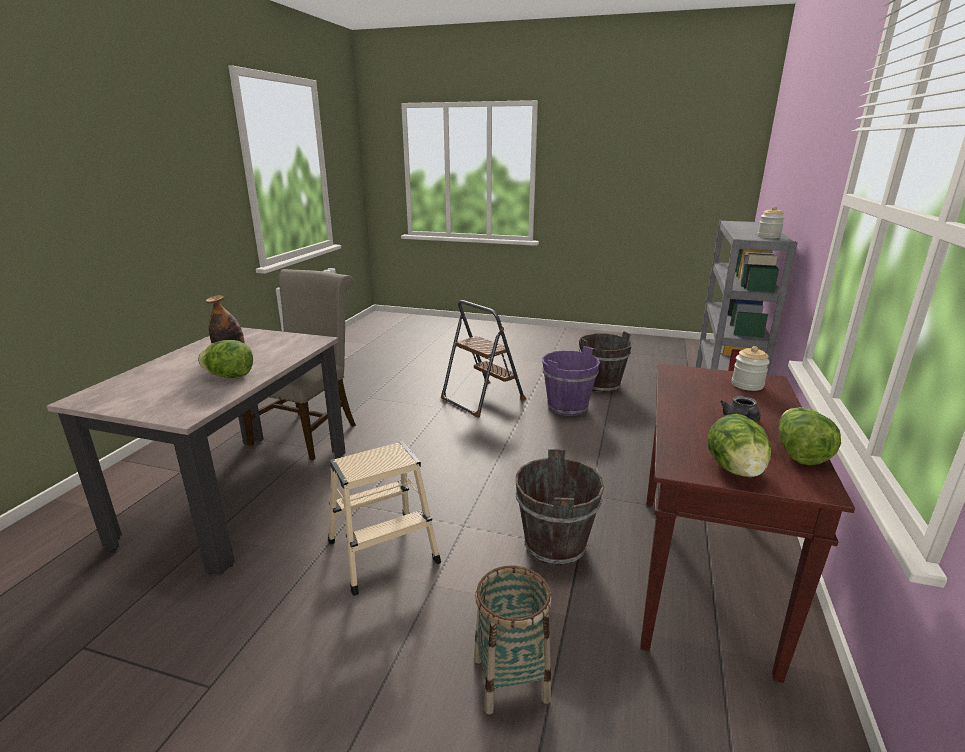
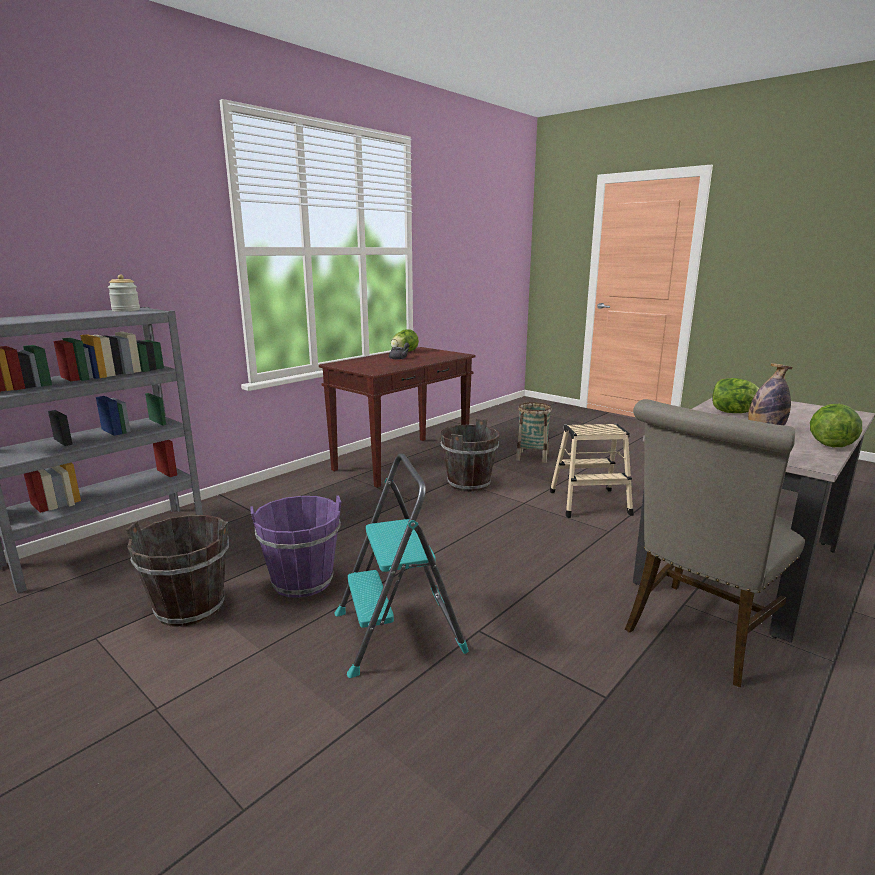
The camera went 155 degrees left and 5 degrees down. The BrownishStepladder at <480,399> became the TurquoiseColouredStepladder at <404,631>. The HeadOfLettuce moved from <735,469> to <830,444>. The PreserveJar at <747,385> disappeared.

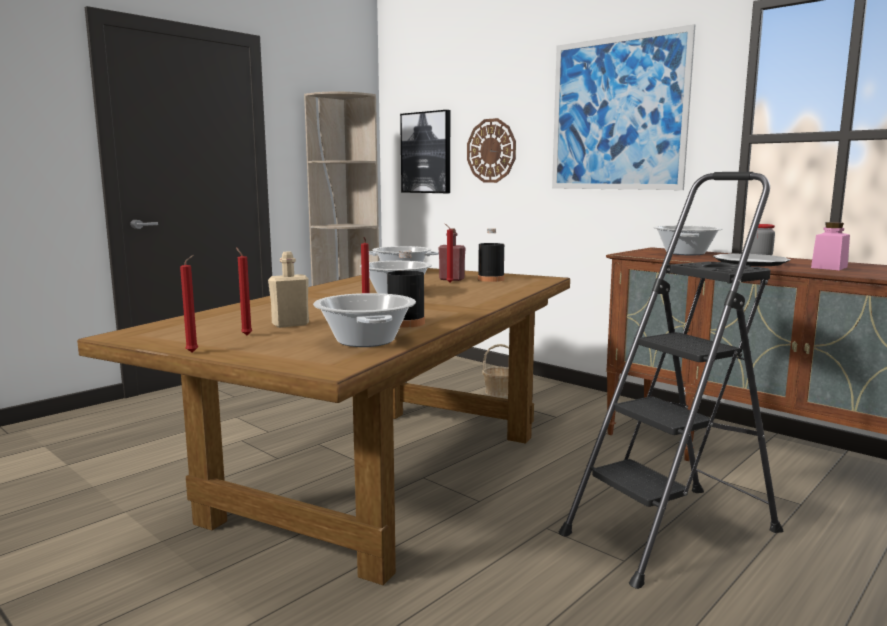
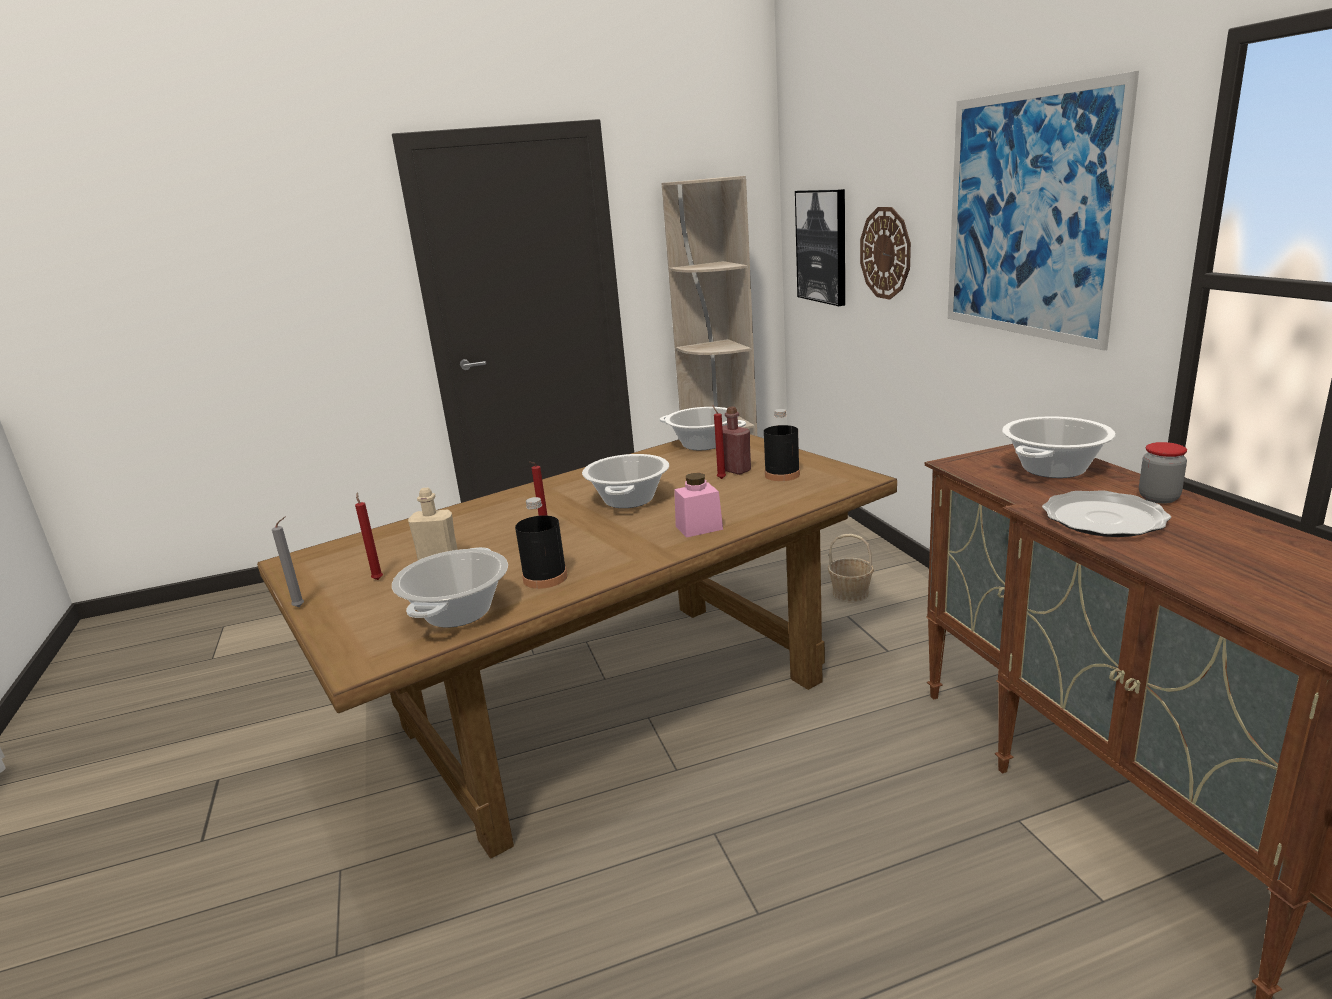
The camera went 30 degrees right and 10 degrees up. The RedColouredCandle at <194,352> became the GrayCandle at <301,606>. The PinkishPreserveJar moved from <829,267> to <699,528>. The Stepladder at <673,530> disappeared.

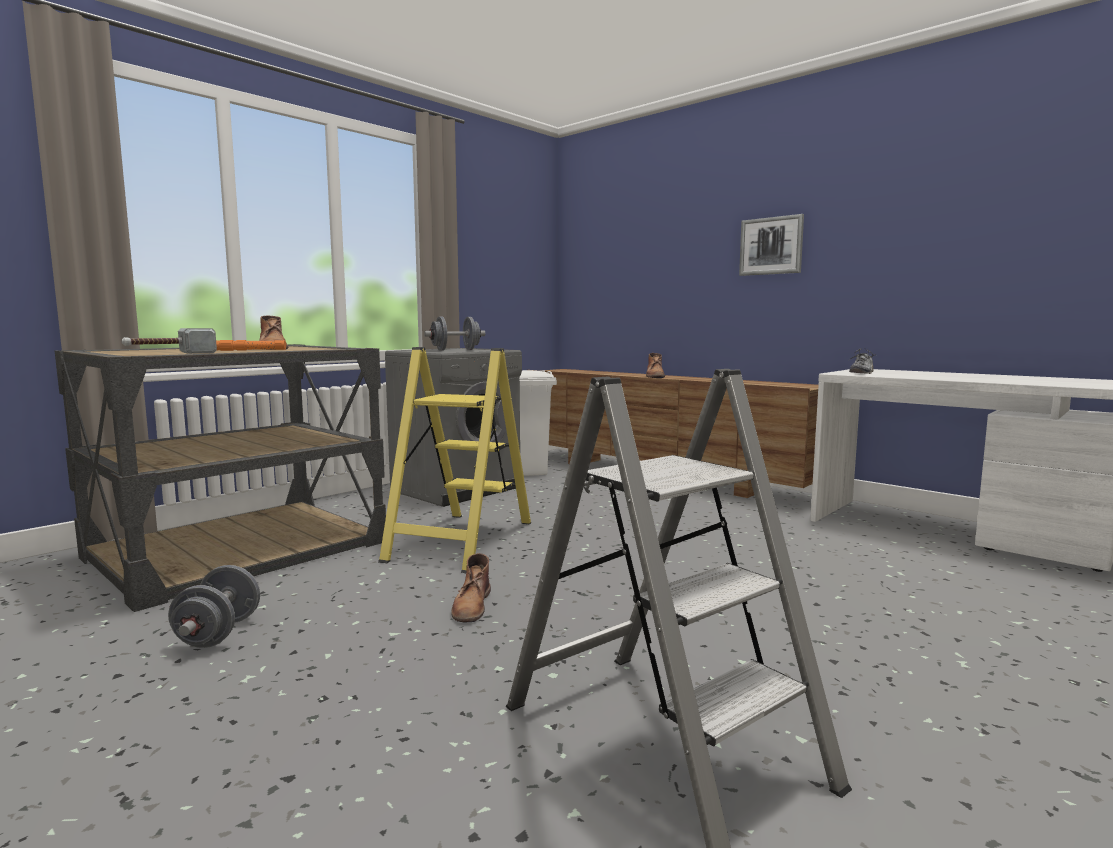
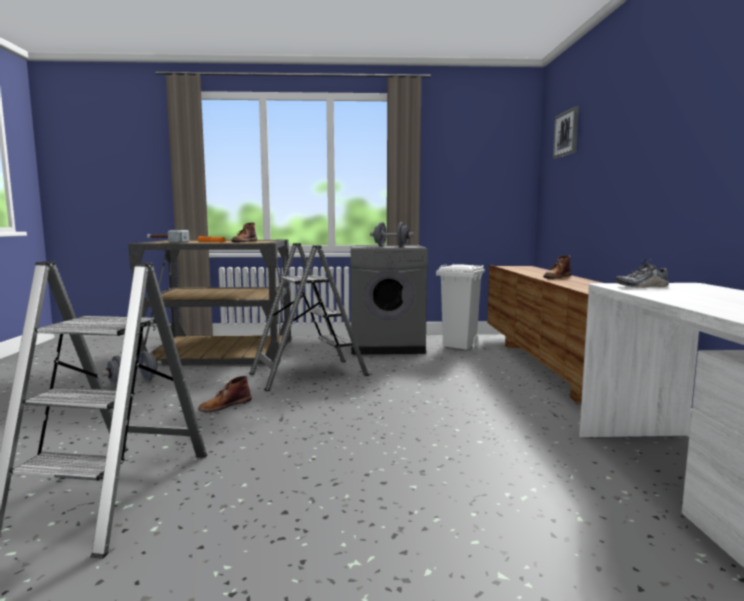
The camera went 45 degrees right and 0 degrees up. The YellowStepladder at <460,541> became the GrayStepladder at <307,374>. The Picture moved from <771,246> to <566,133>.

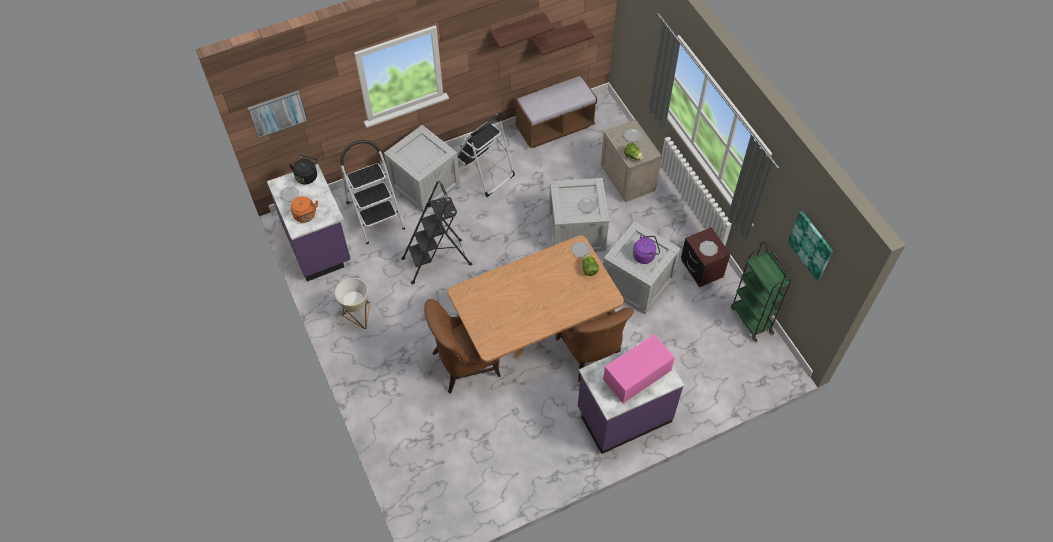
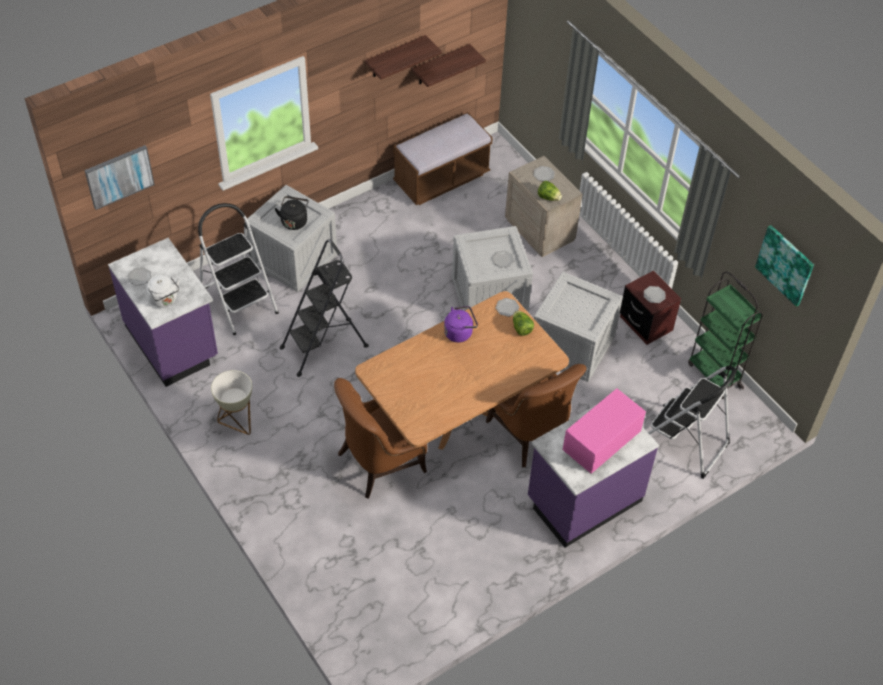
The camera went 10 degrees left and 5 degrees down. The OrangeyTeaKettle at <305,216> became the WhiteTeaKettle at <164,300>. The BlackColouredTeaKettle moved from <307,176> to <294,221>. The PurpleTeaKettle moved from <645,255> to <460,332>. The Stepladder moved from <482,172> to <685,443>.

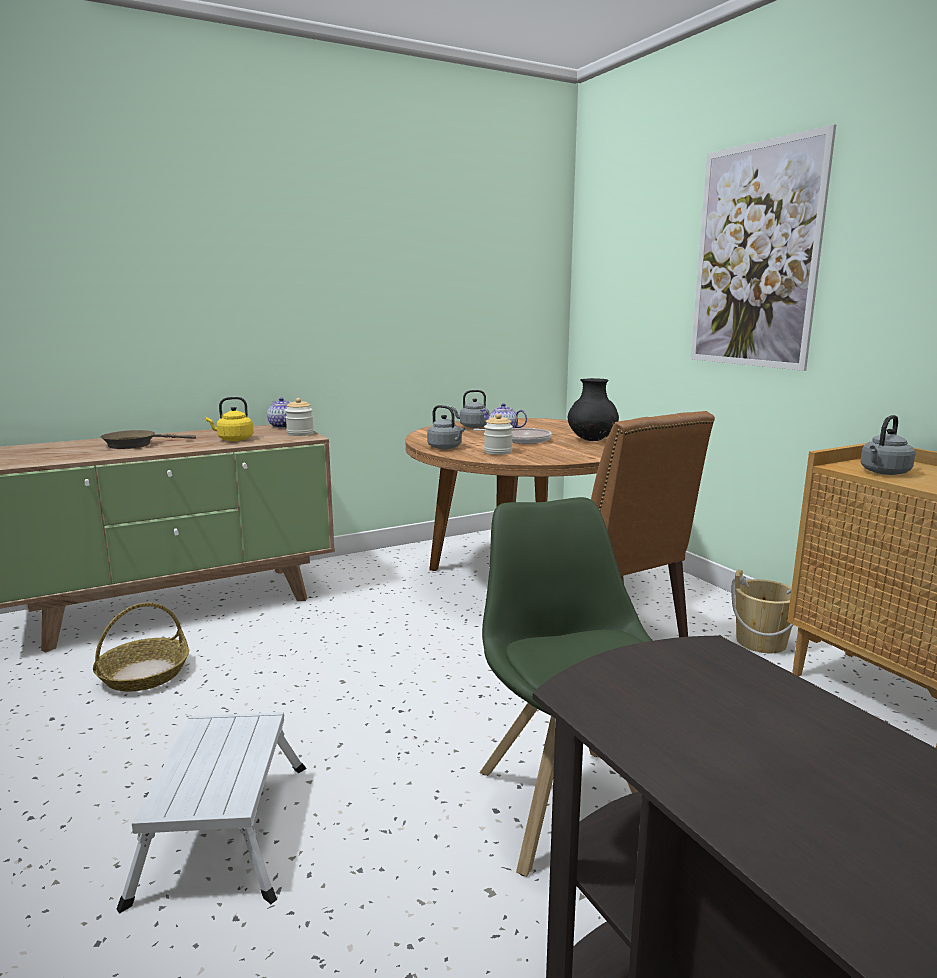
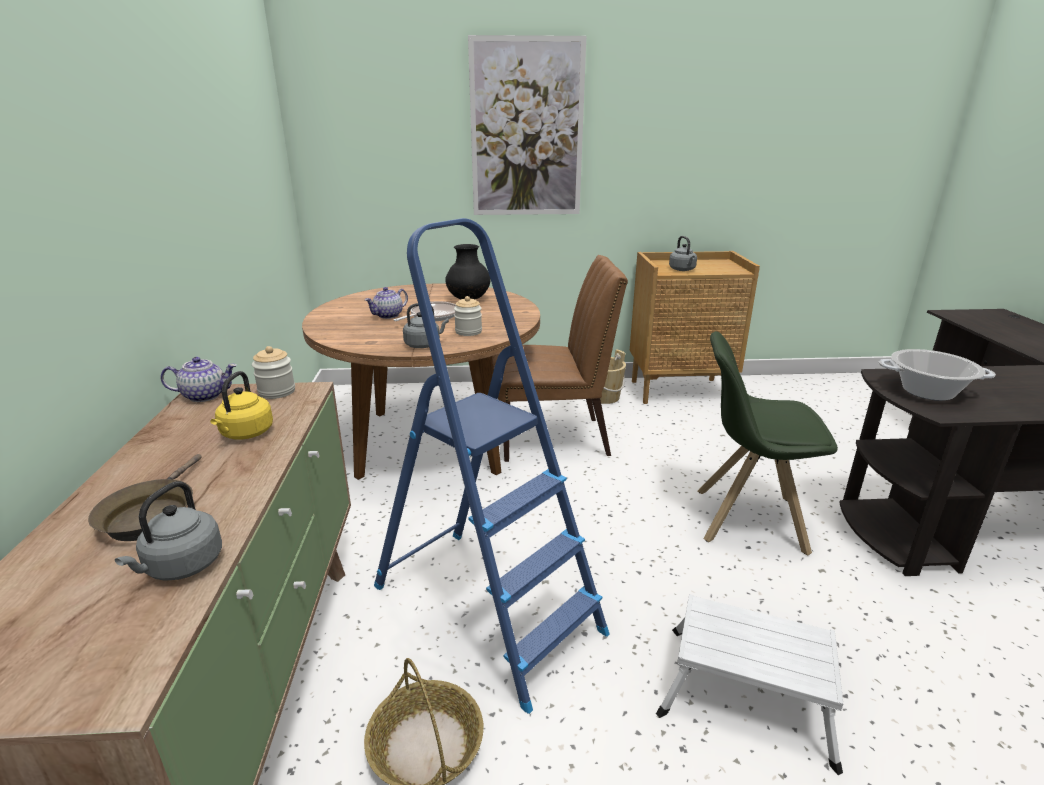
The camera went 65 degrees left and 10 degrees up. The GrayTeaKettle moved from <472,426> to <182,566>. The BlueStepladder at <487,609> appeared. The Stockpot at <928,392> appeared.

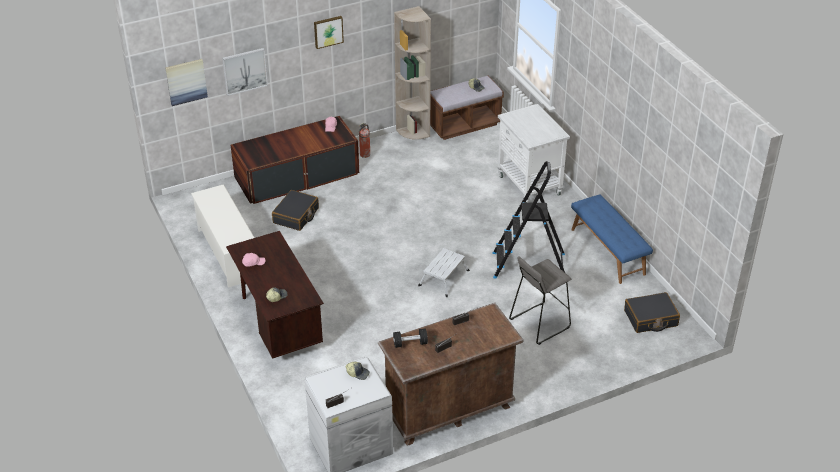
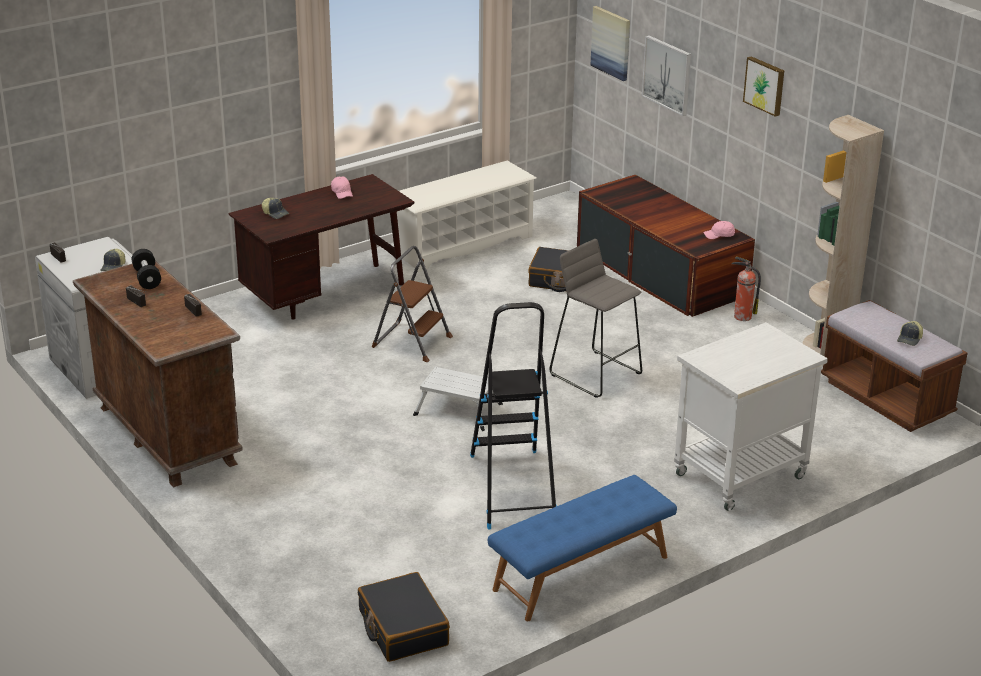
The camera went 80 degrees right and 10 degrees down. The BrownishStepladder at <409,341> appeared. The GrayStool moved from <539,323> to <596,374>.

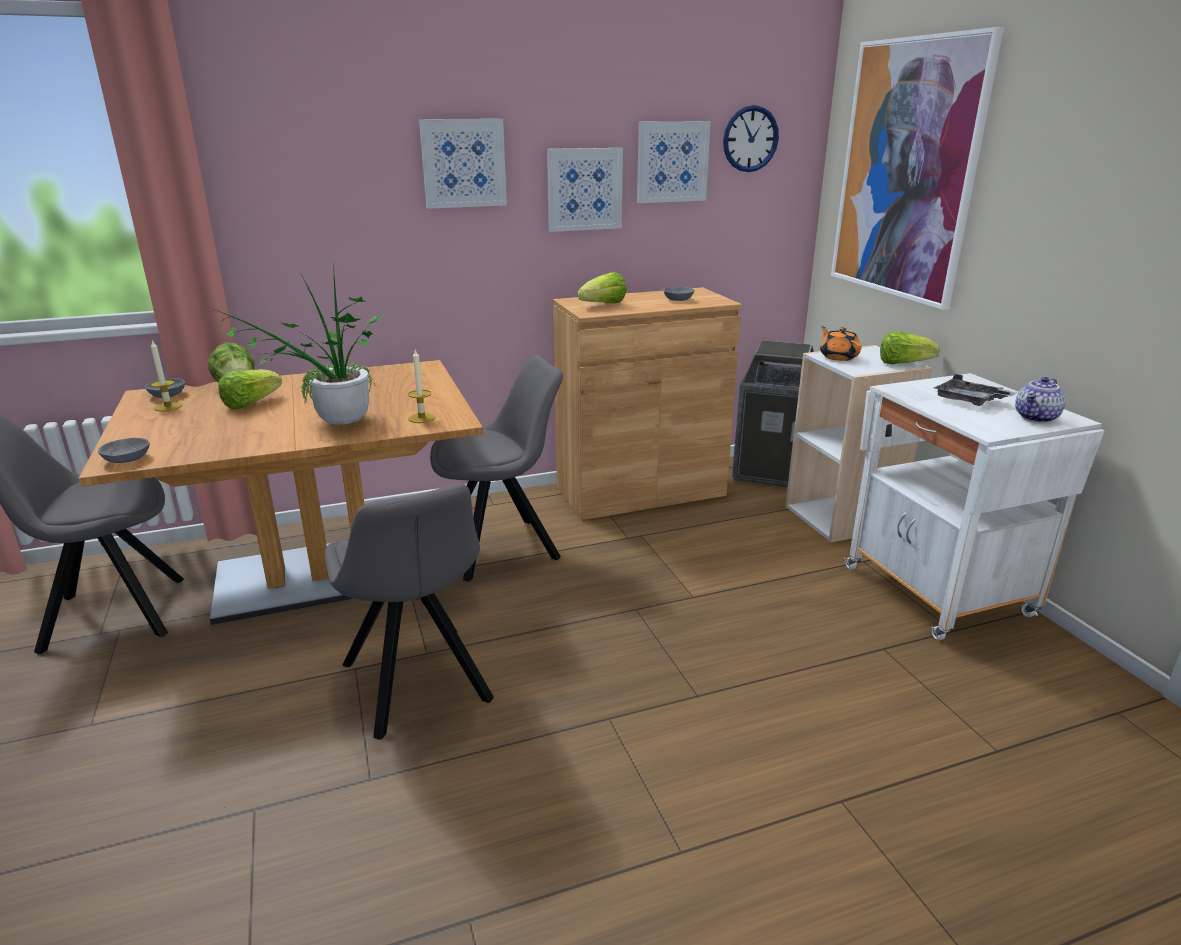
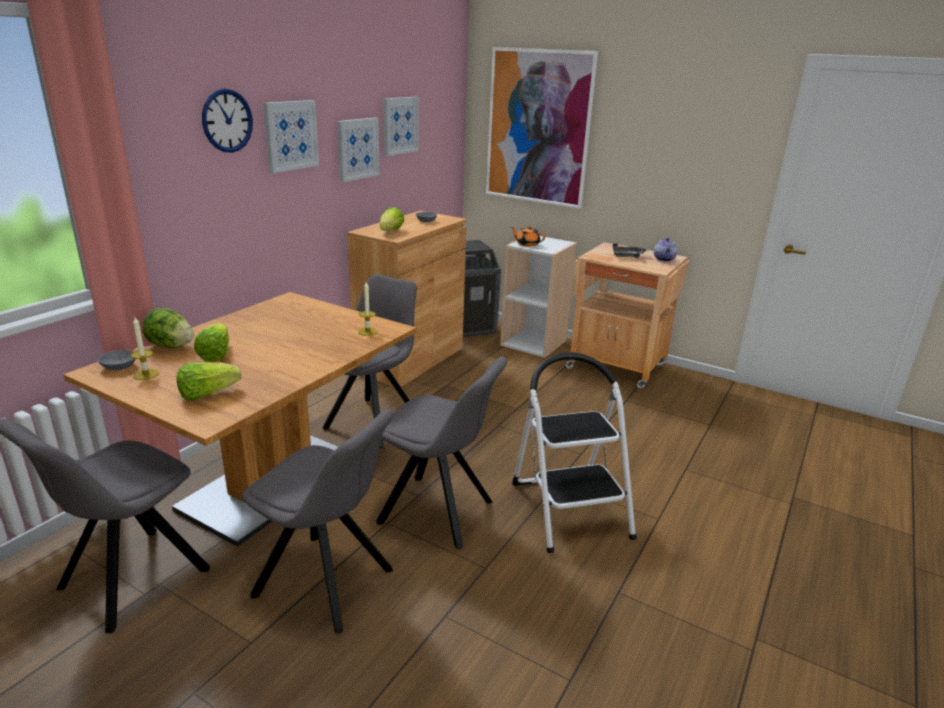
The camera went 40 degrees left and 0 degrees up. The HeadOfLettuce moved from <903,363> to <207,394>. The HangingClock moved from <750,139> to <227,121>. The GrayChair at <325,582> appeared. The Stepladder at <569,507> appeared. The WhiteWheeledCart at <938,594> became the BrownishWheeledCart at <618,367>. The GrayServingBowl at <127,459> disappeared. The Houseplant at <333,424> disappeared.

